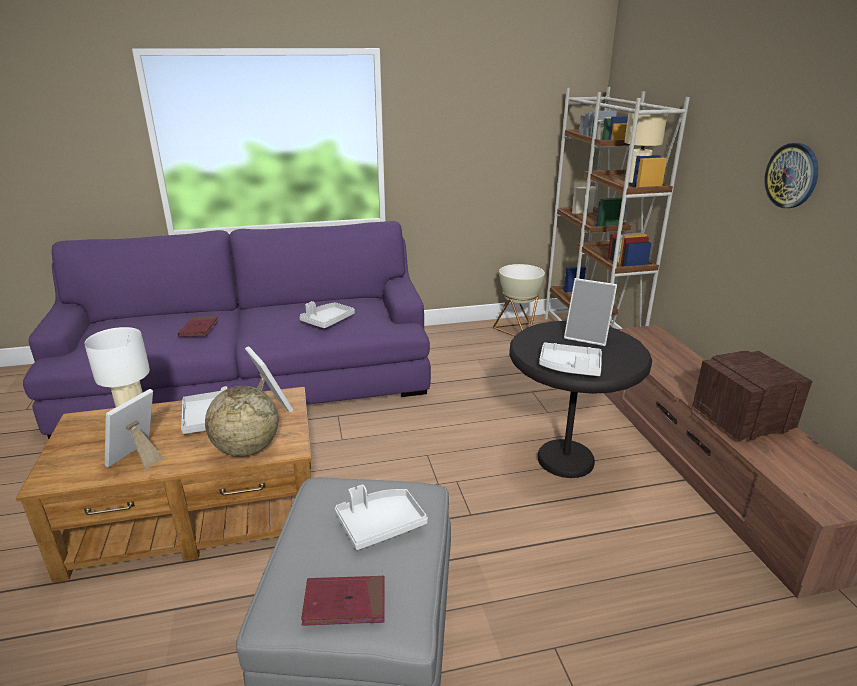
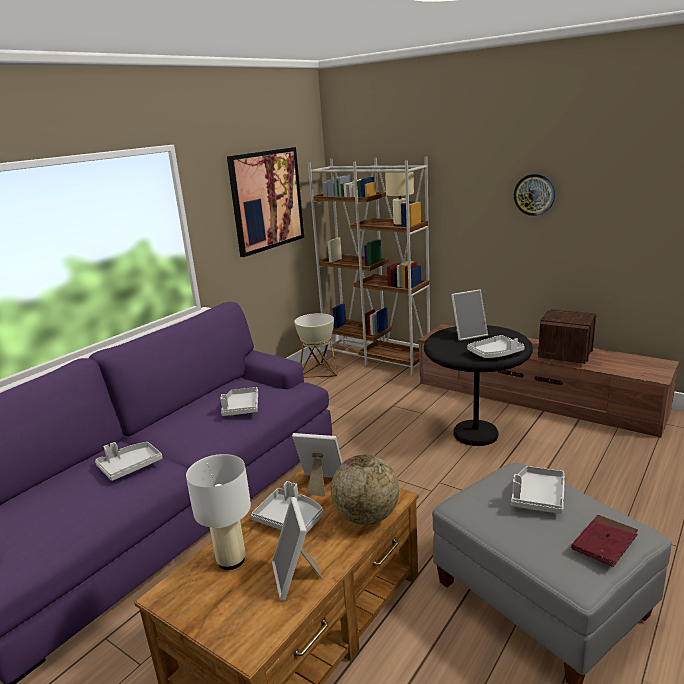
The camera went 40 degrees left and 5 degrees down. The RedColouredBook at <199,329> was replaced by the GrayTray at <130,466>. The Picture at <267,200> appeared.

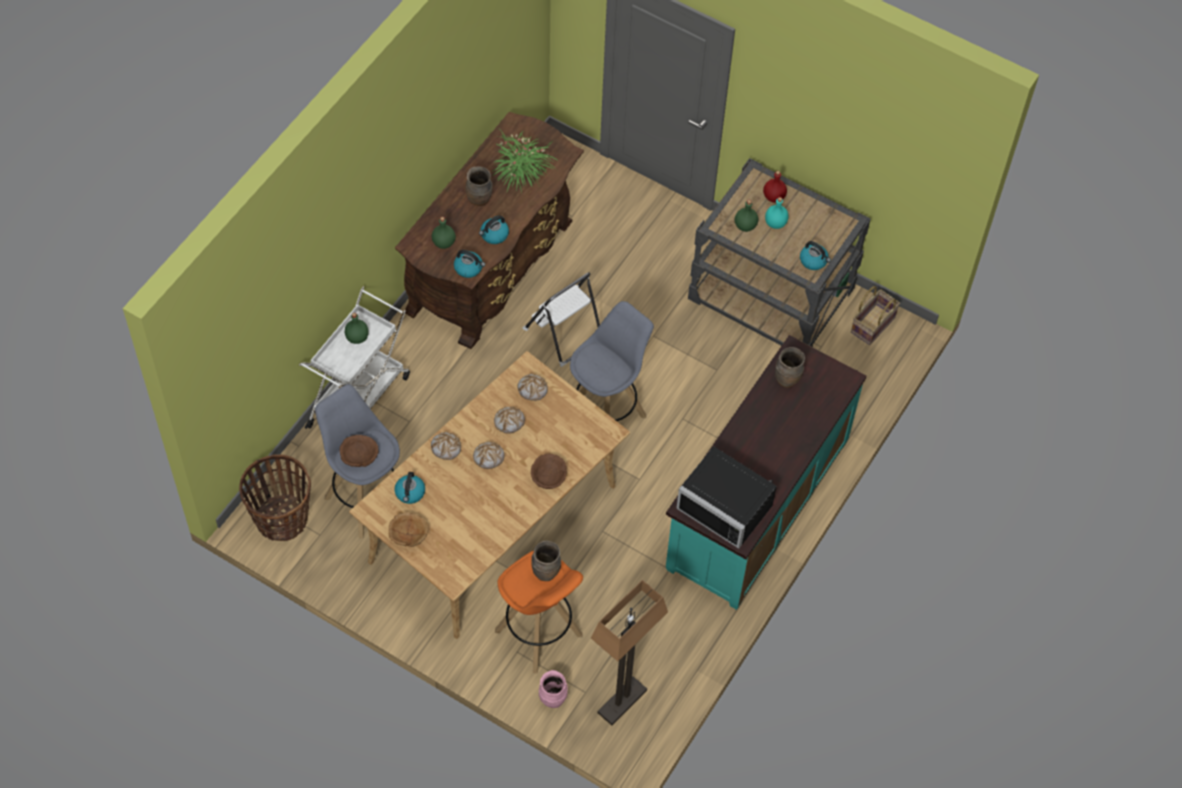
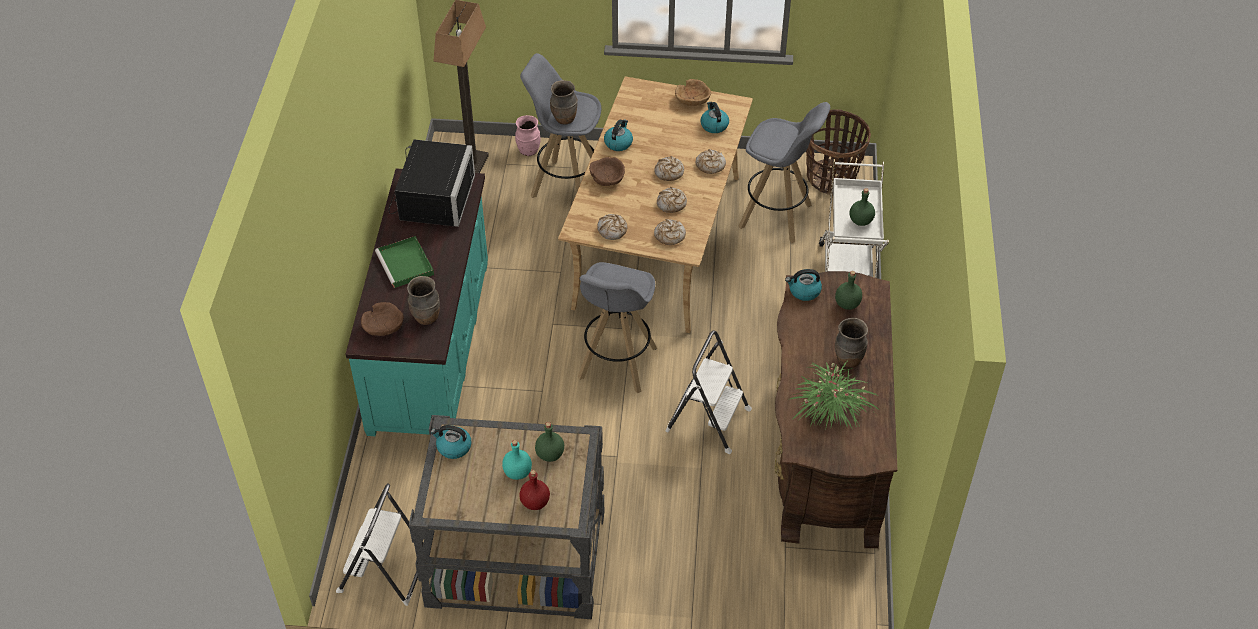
The camera went 155 degrees right and 10 degrees down. The HouseholdBasket at <872,324> was replaced by the WhiteStepladder at <386,572>. The BrownishServingBowl moved from <359,456> to <384,327>. The GreenColouredTray at <406,264> appeared. The BlackColouredKitchenMicrowave at <728,504> turned 90 degrees clockwise. The OrangeyStool at <539,635> became the GrayStool at <565,184>. The BakedBread at <612,230> appeared. The TeaKettle moved from <494,235> to <618,143>.

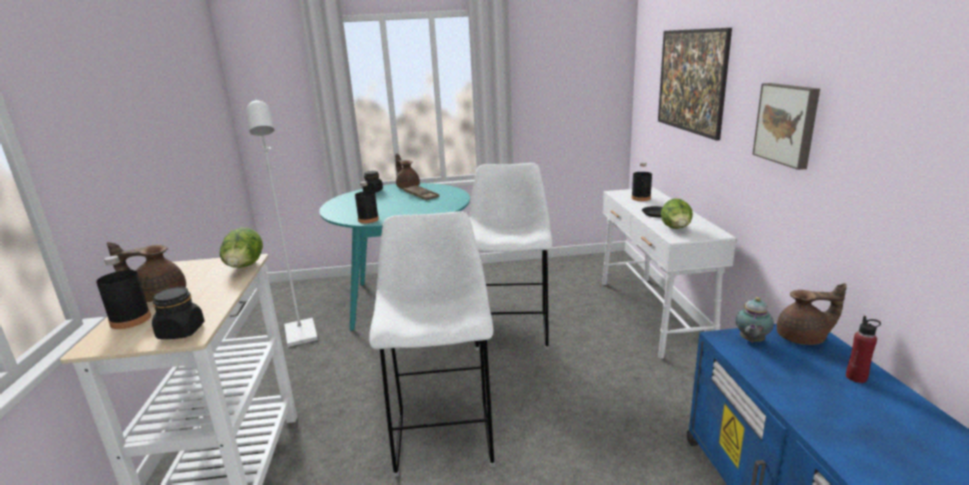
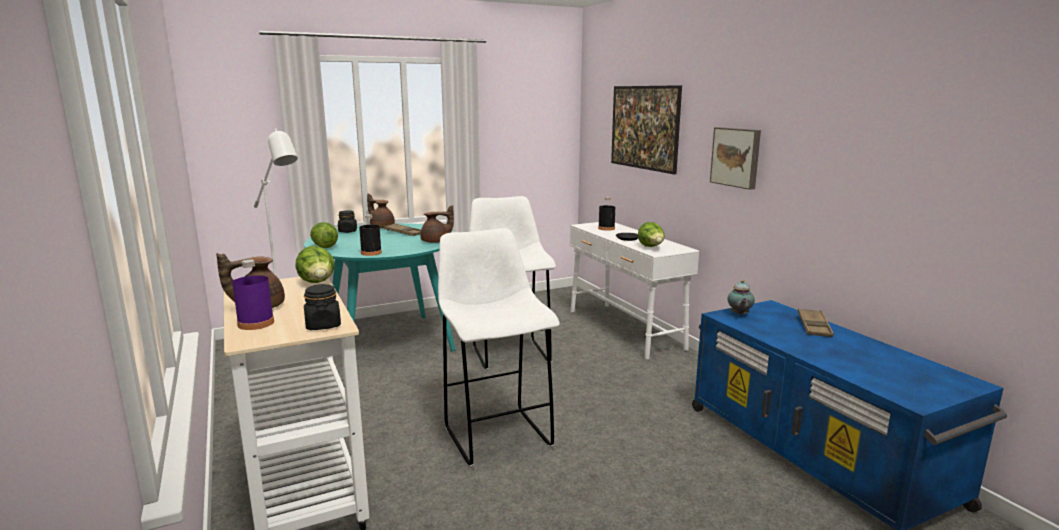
The camera went 20 degrees left and 5 degrees down. The BlackColouredBottle at <130,320> became the PurpleBottle at <256,323>. The HeadOfLettuce at <324,246> appeared. The BrownishPotForTea moved from <803,338> to <436,241>. The RedColouredBottle at <856,377> was replaced by the BrownishTray at <814,326>.

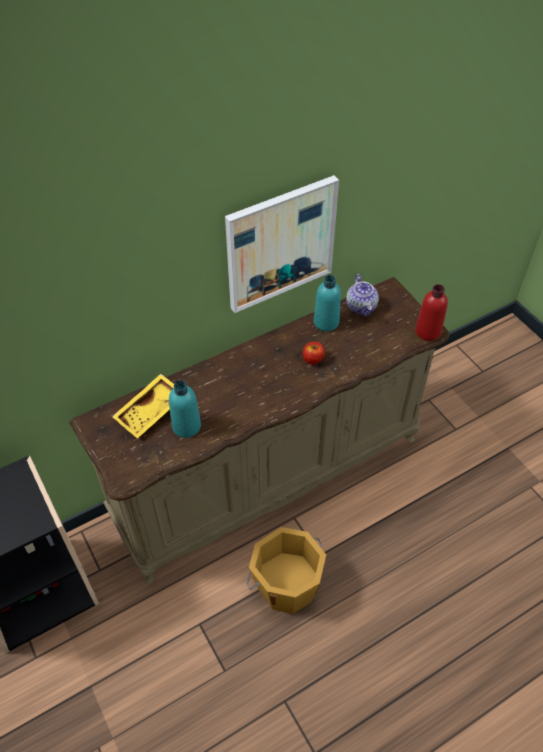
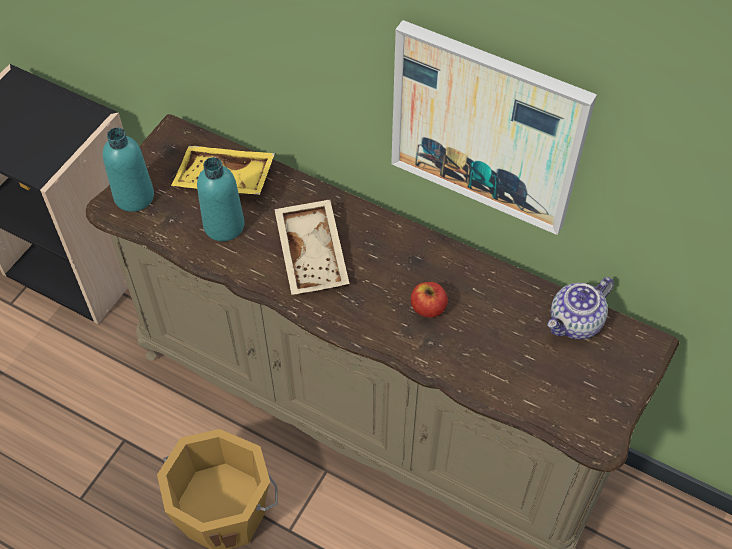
The camera went 60 degrees right and 5 degrees up. The TurquoiseColouredBottle moved from <326,322> to <134,196>. The BeigeColouredTray at <314,254> appeared. The RedColouredBottle at <428,331> disappeared.

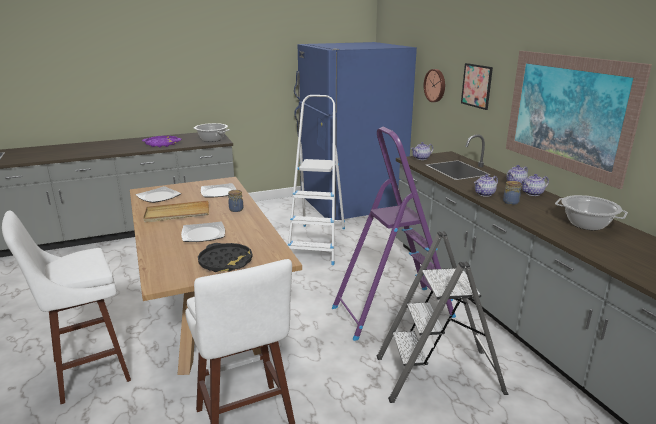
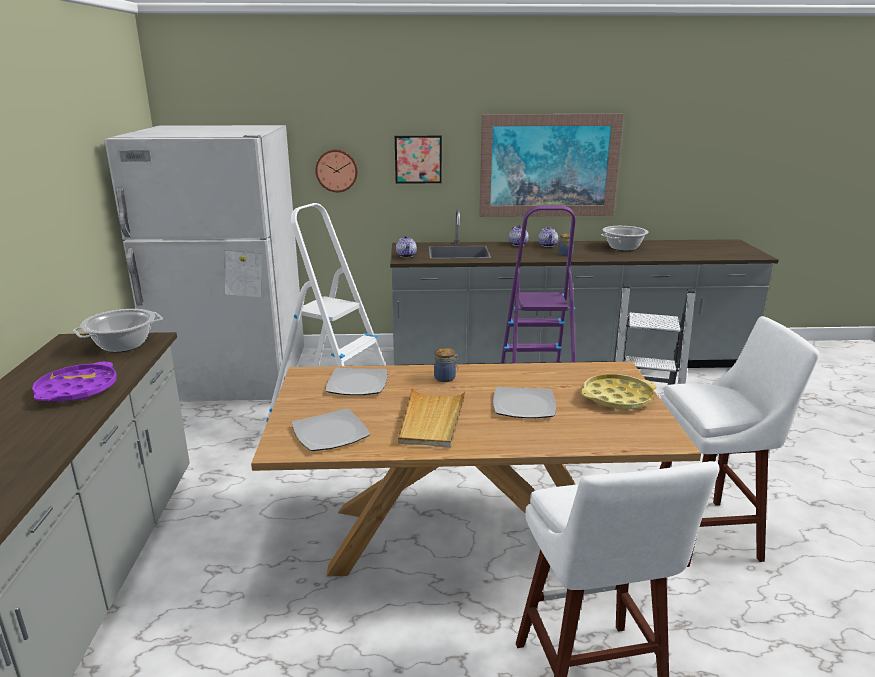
The camera went 70 degrees left and 0 degrees up. The BlueFridge at <351,204> became the WhiteFridge at <235,375>. The BlackColouredTray at <225,262> became the YellowTray at <617,397>. The PotForTea at <484,194> disappeared.

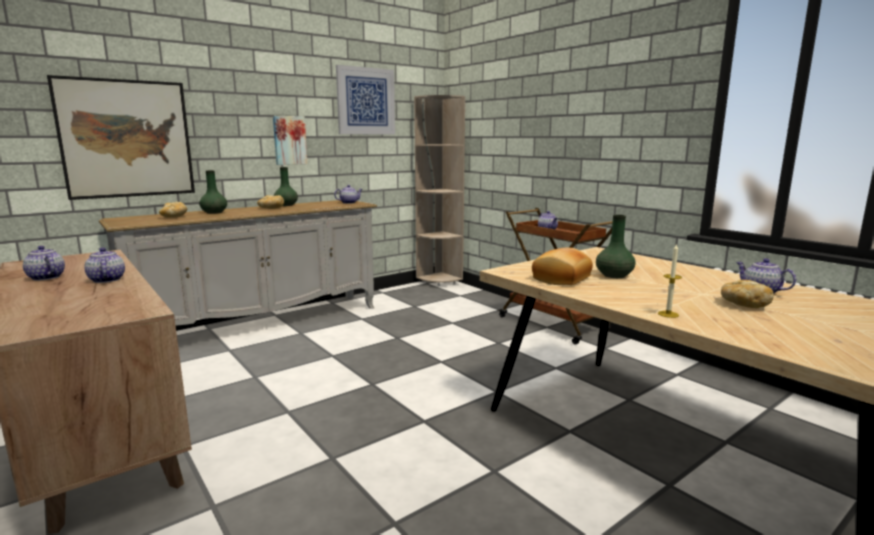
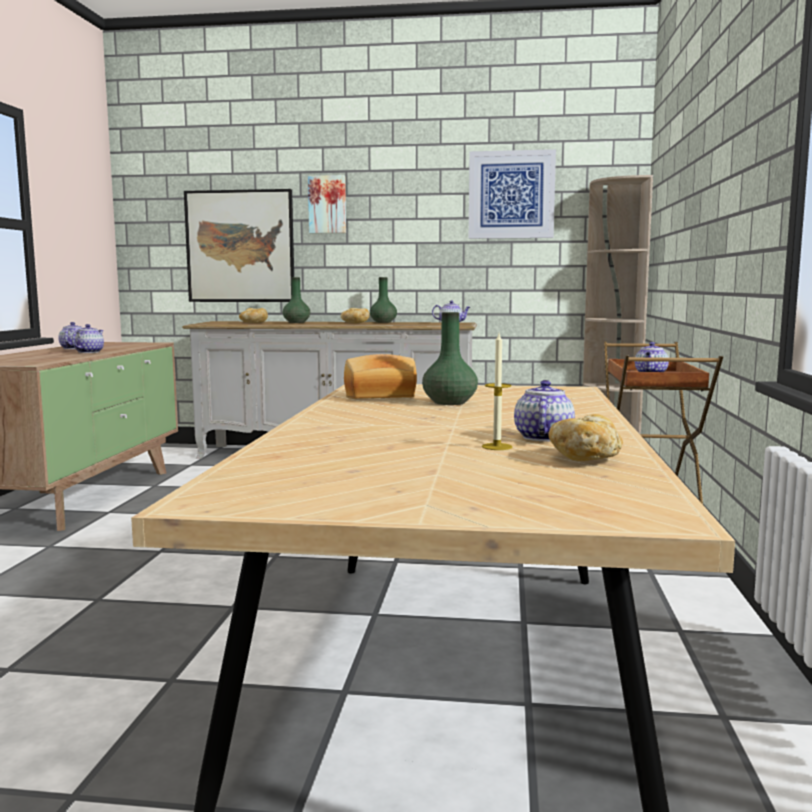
The camera went 45 degrees right and 5 degrees down. The Picture moved from <289,140> to <327,204>. The Candle moved from <668,314> to <497,447>. The BakedBread moved from <743,305> to <585,458>.

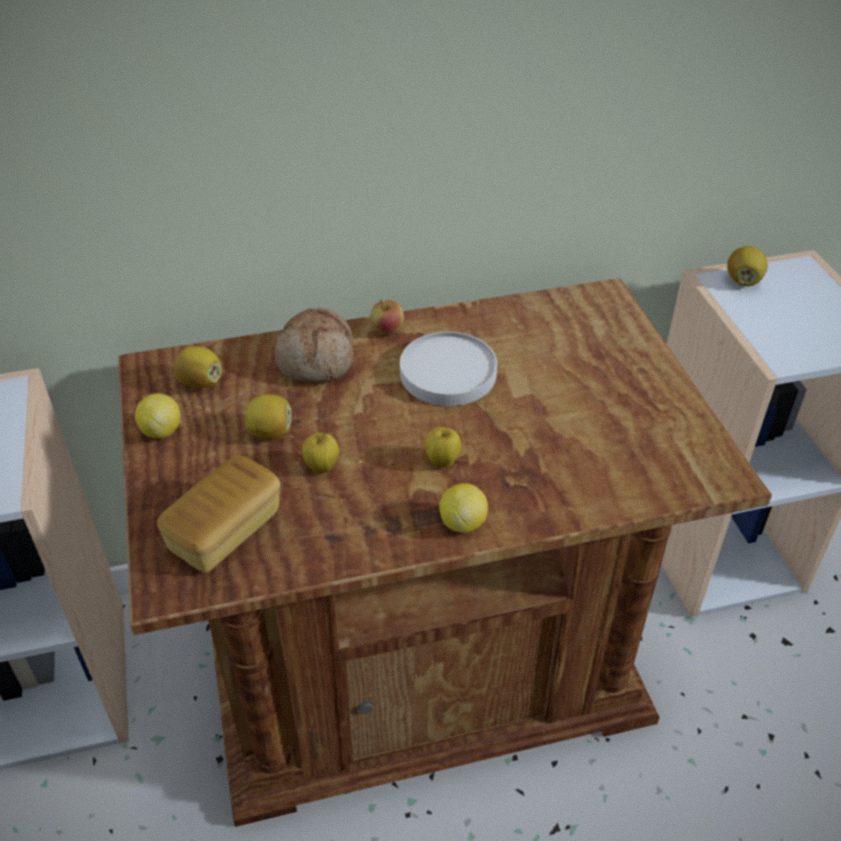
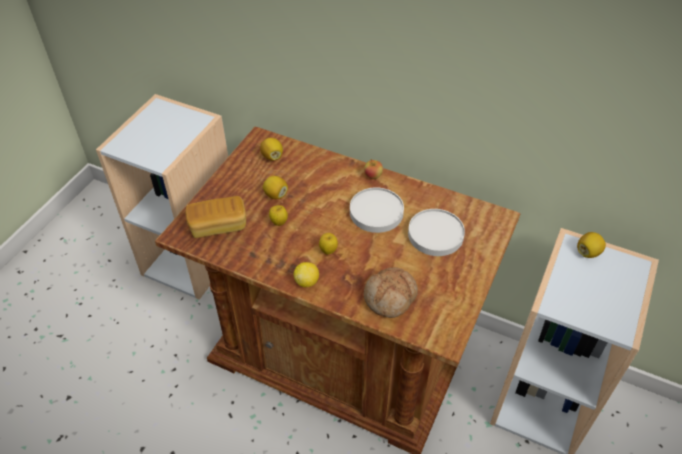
The camera went 40 degrees right and 5 degrees up. The BakedBread moved from <317,359> to <391,298>. The WhiteDinnerPlate at <435,234> appeared. The Lemon at <161,431> disappeared.

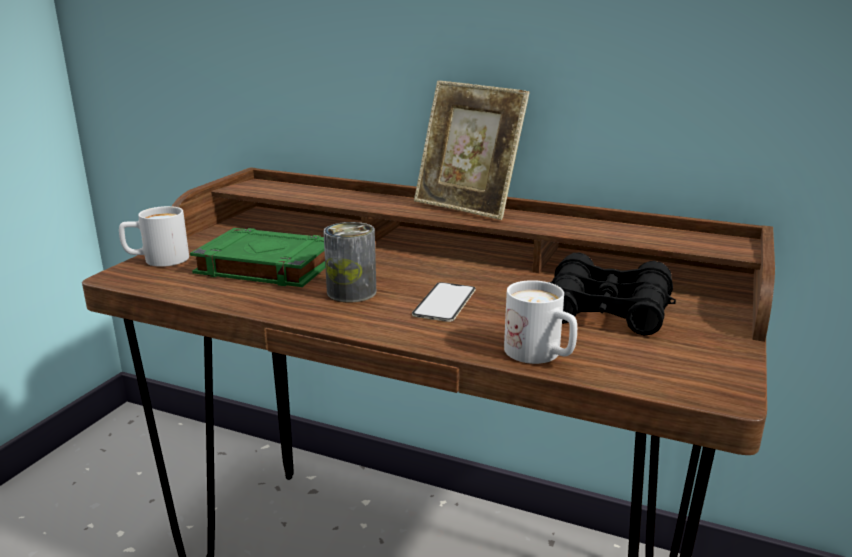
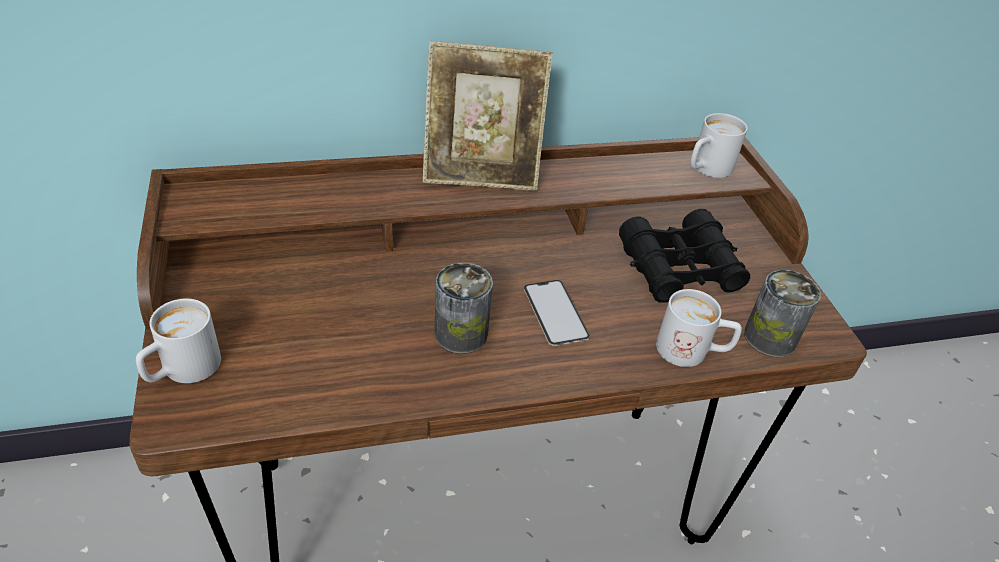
The camera went 40 degrees left and 20 degrees up. The WhiteTeaMug at <706,169> appeared. The MetalCan at <770,338> appeared. The GreenColouredBook at <265,266> disappeared.

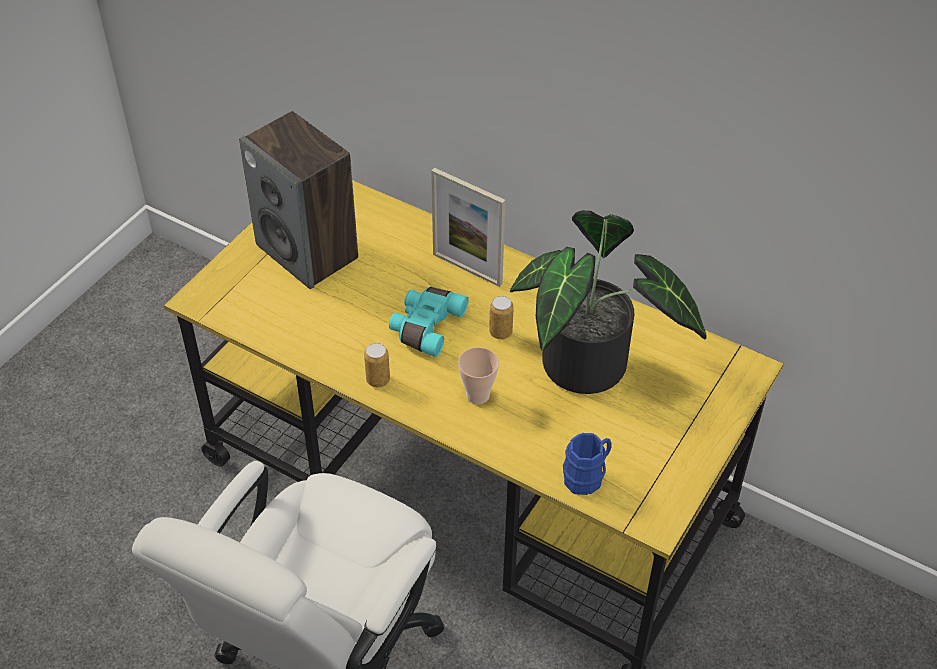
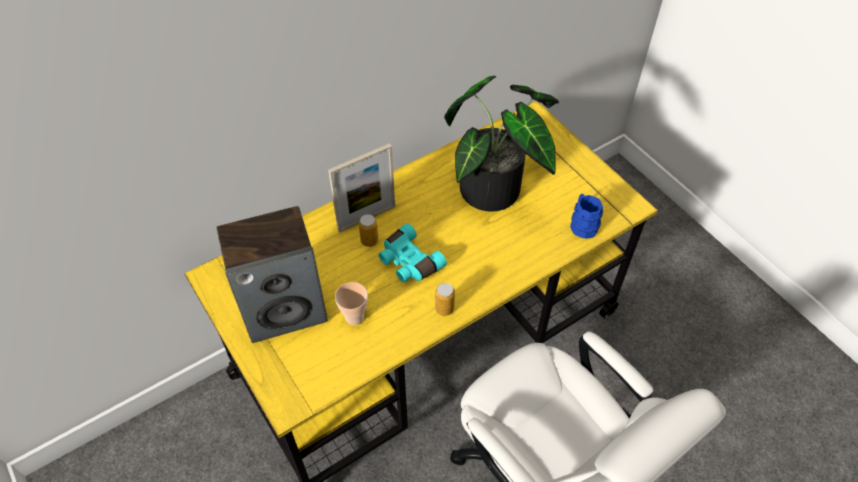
The camera went 65 degrees left and 5 degrees up. The Cup moved from <477,395> to <354,317>. The MetalCan moved from <500,332> to <369,241>.

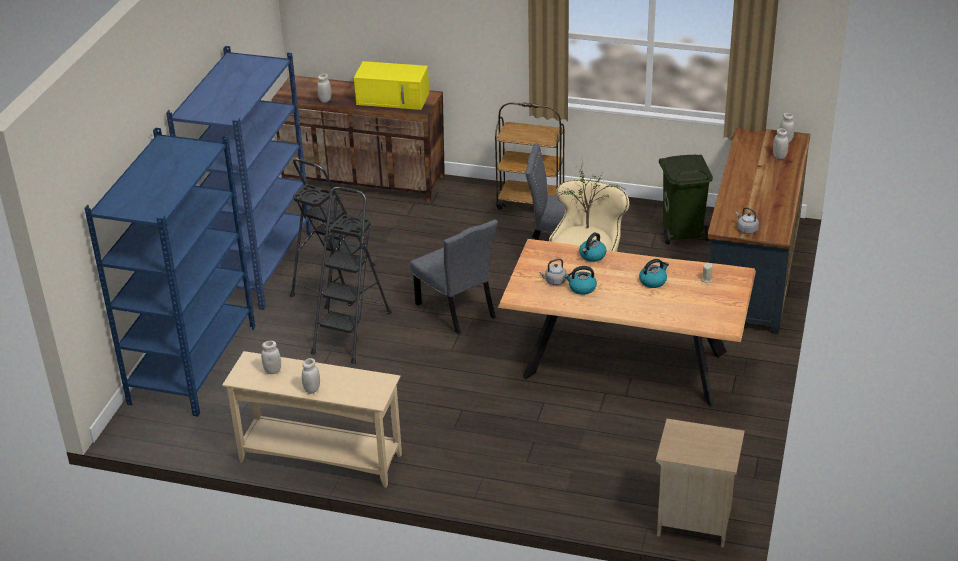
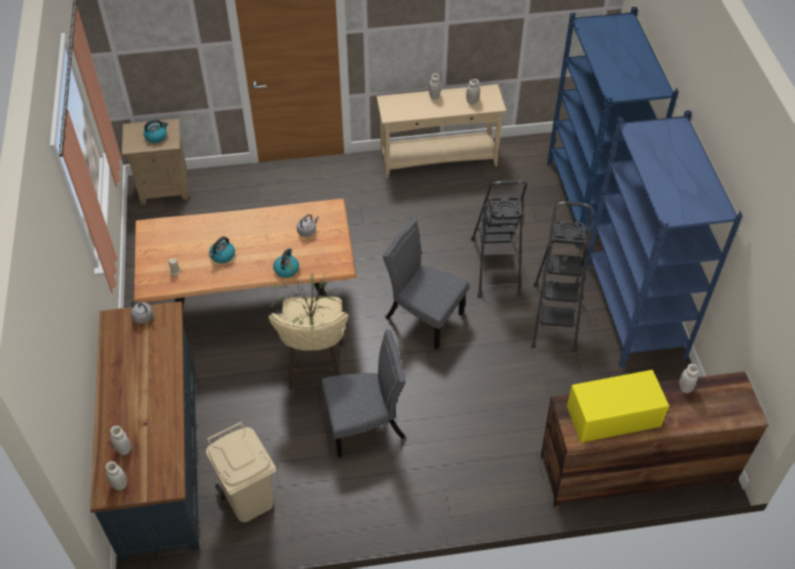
The camera went 155 degrees right and 15 degrees up. The TeaKettle moved from <582,288> to <156,136>. The GreenColouredTrashCan at <683,232> became the BeigeColouredTrashCan at <248,499>. The BrownishWheeledCart at <531,204> disappeared.

